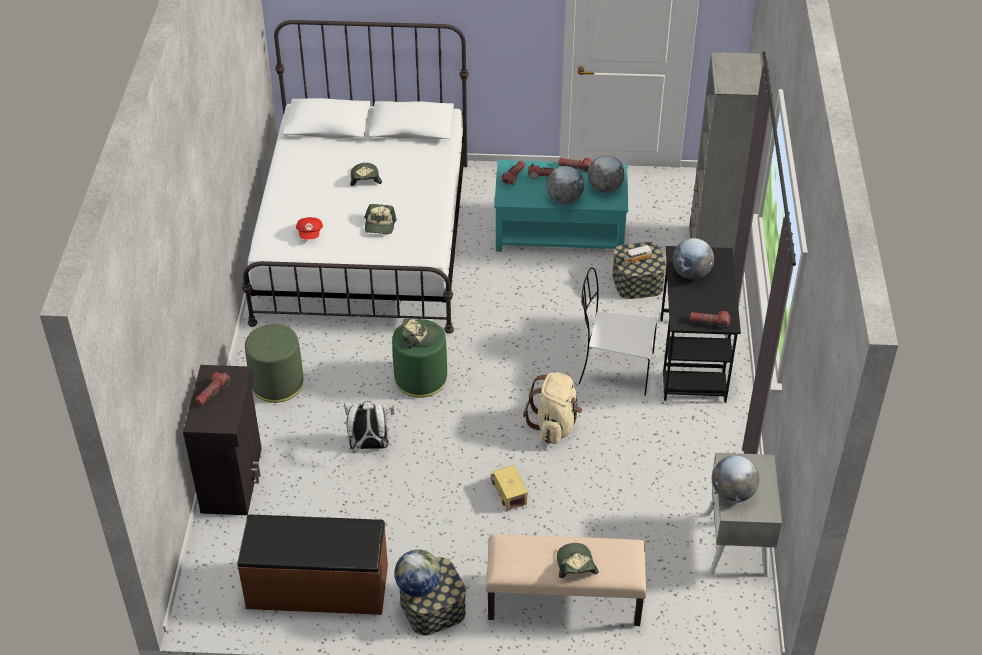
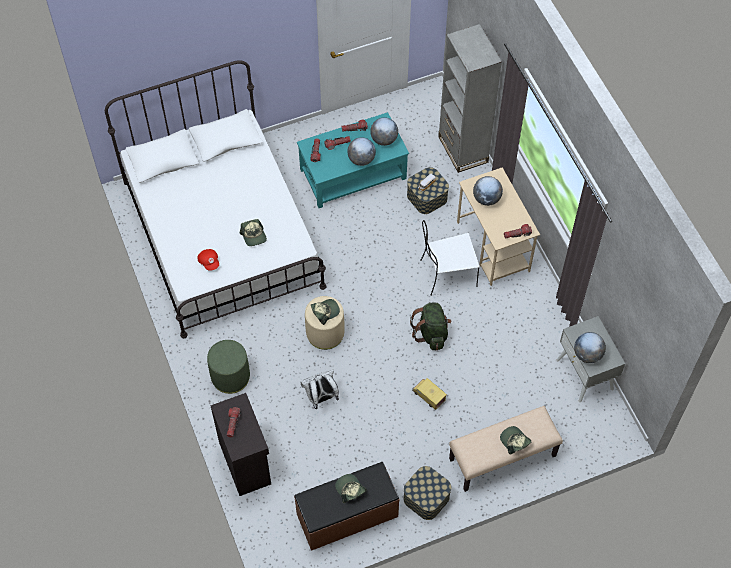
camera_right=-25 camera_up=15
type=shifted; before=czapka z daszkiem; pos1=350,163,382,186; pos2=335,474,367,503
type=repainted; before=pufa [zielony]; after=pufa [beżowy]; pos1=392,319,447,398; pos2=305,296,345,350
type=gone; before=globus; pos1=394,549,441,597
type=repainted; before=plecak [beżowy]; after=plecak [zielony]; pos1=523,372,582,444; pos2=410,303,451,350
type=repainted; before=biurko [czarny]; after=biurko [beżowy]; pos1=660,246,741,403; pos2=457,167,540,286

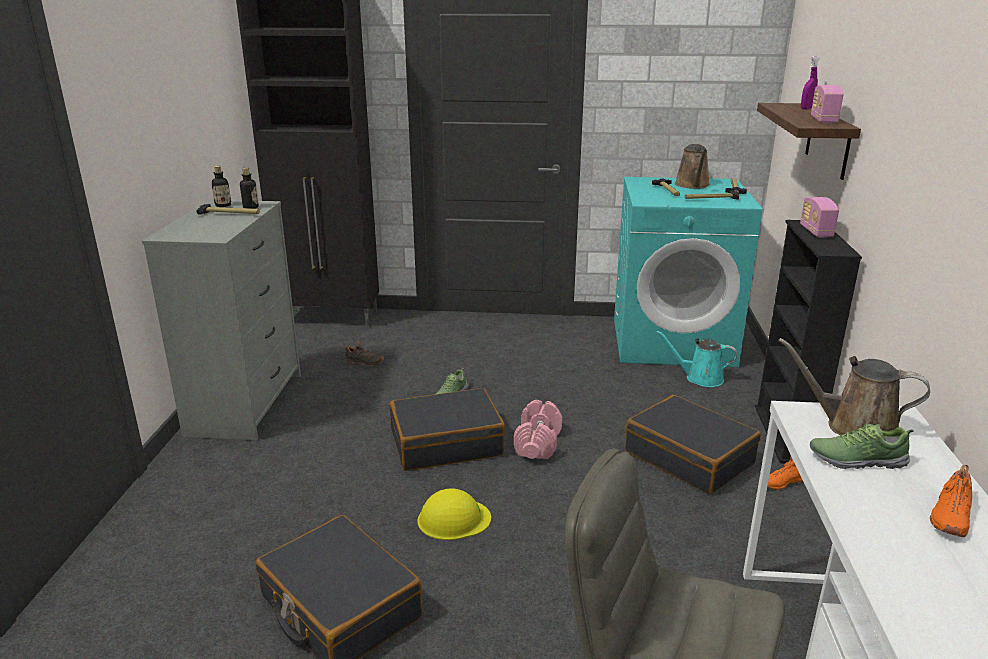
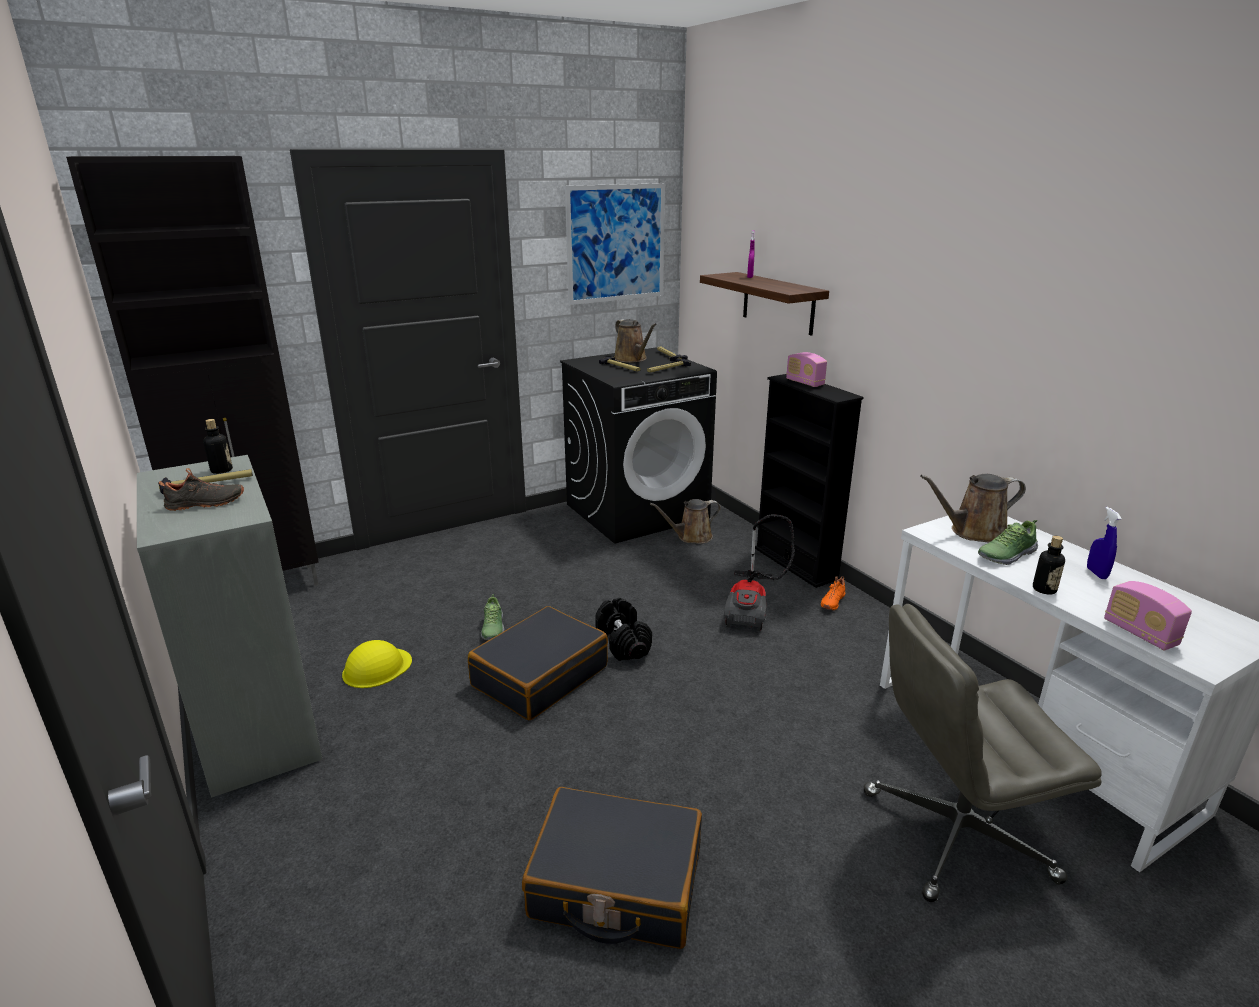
camera_right=-35 camera_up=0
type=shifted; before=butelka; pos1=212,166,231,207; pos2=1033,536,1065,595
type=shifted; before=but [czarny]; pos1=344,341,384,366; pos2=158,468,244,511
type=shifted; before=kask [żółty]; pos1=418,488,491,540; pos2=342,640,412,688
type=repainted; before=hantel [różowy]; after=hantel [czarny]; pos1=514,400,562,459; pos2=595,598,652,661
type=repainted; before=pralka [turkusowy]; after=pralka [czarny]; pos1=614,177,763,367; pos2=560,347,717,544
type=swapped; before=walizka [czarny]; after=odkurzacz; pos1=625,395,761,494; pos2=724,514,795,631
type=repainted; before=konewka [turkusowy]; after=konewka [brązowy]; pos1=657,330,737,387; pos2=650,499,721,544
type=shifted; before=radio; pos1=811,85,844,124; pos2=1104,581,1192,650
type=swapped; before=but [pomarańczowy]; after=spryskiwacz [niebieski]; pos1=930,465,972,537; pos2=1087,507,1122,579
type=new; after=obraz; pos2=565,183,665,305

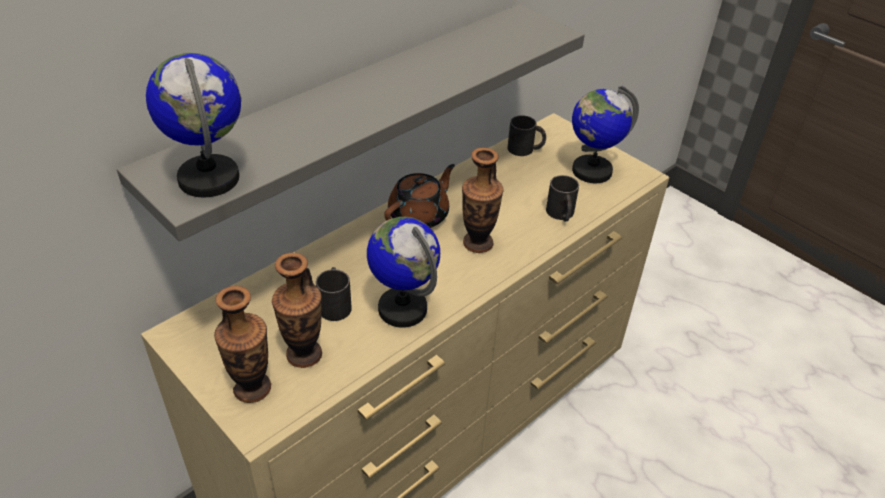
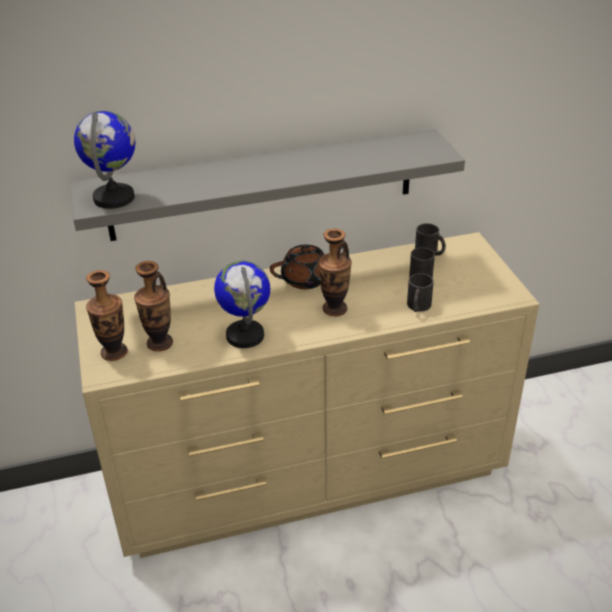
camera_right=30 camera_up=-5
type=shifted; before=kubek [czarny]; pos1=316,267,352,321; pos2=409,247,435,278
type=gone; before=globus; pos1=572,86,639,183

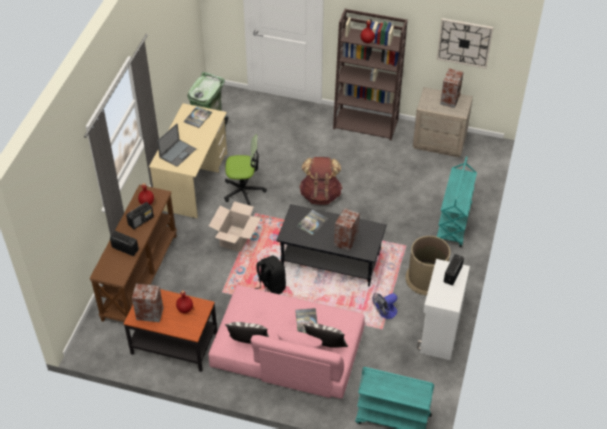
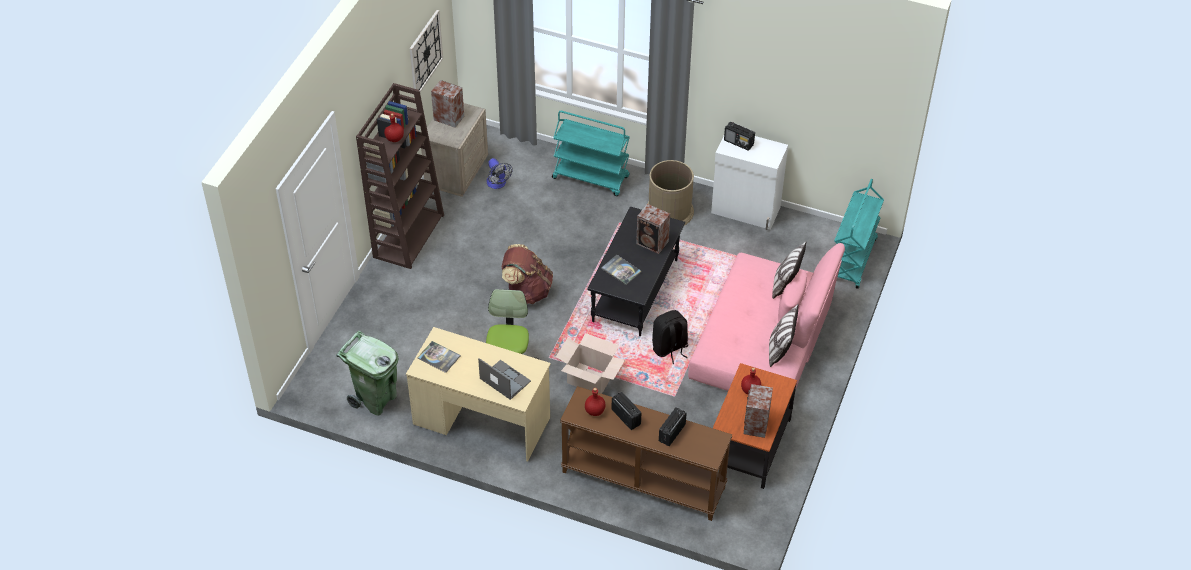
camera_right=-85 camera_up=0
type=gone; before=książka; pos1=295,308,318,333
type=shifted; before=wentylator; pos1=373,293,397,319; pos2=487,158,513,189

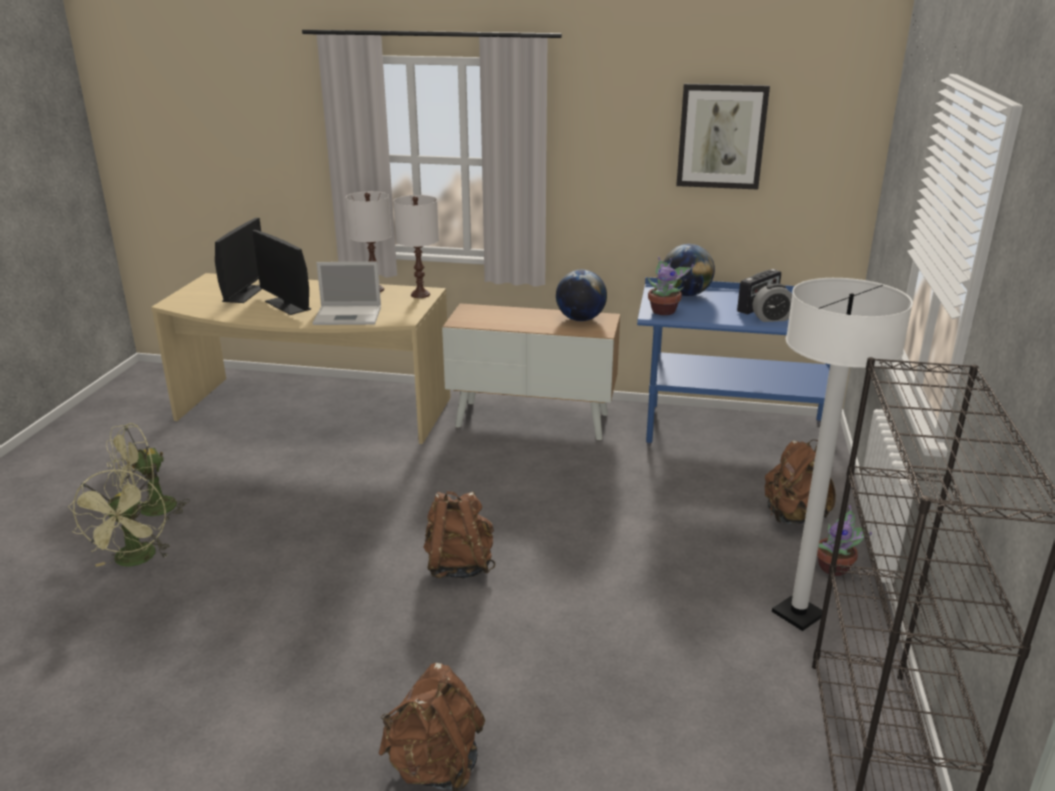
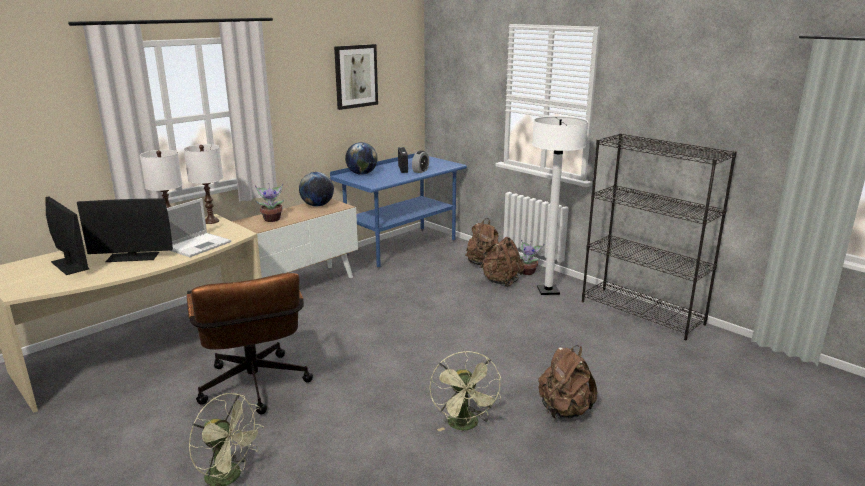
camera_right=-55 camera_up=-5
type=shifted; before=wentylator [zielony]; pos1=106,423,190,521; pos2=429,351,501,431
type=shifted; before=plecak [brązowy]; pos1=423,491,495,579; pos2=480,237,524,287
type=shifted; before=roślina doniczkowa; pos1=648,256,693,315; pos2=255,184,285,222
type=new; after=krzesło biurowe [brązowy]; pos2=187,273,313,414

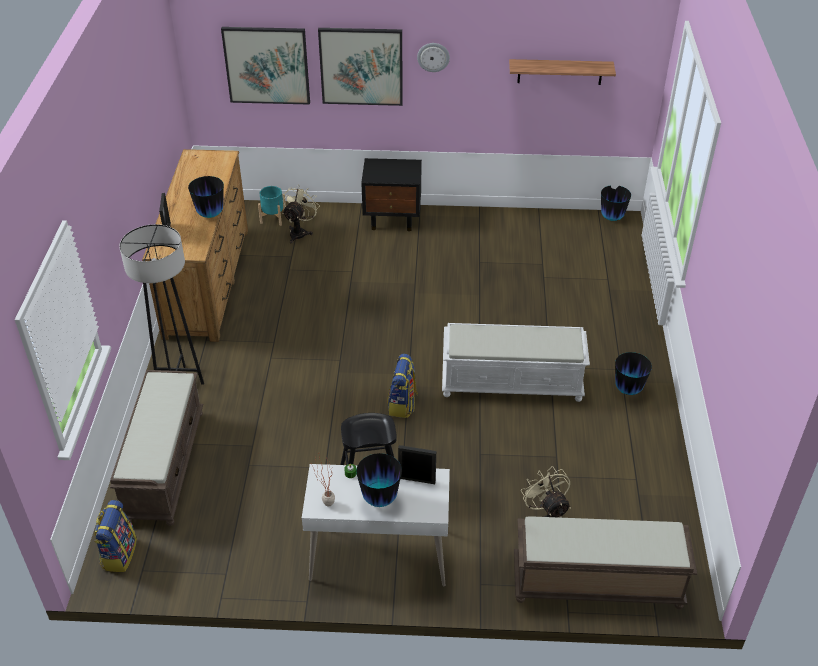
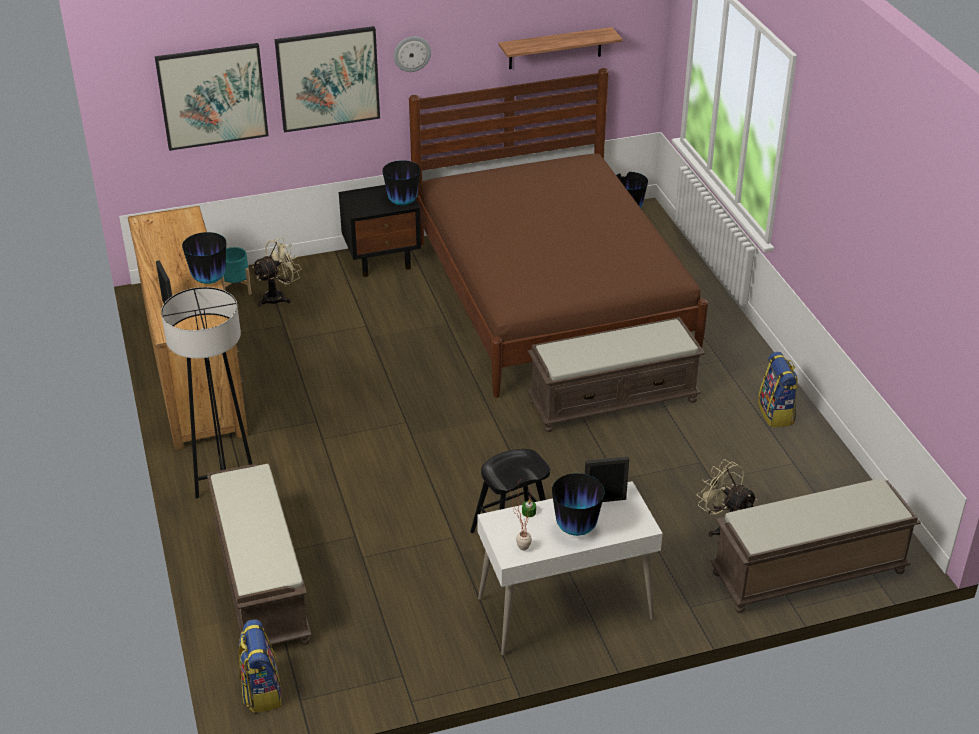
camera_right=-20 camera_up=-5
type=rotated; before=wentylator [beżowy]; pos1=283,185,320,244; pos2=252,238,300,307; turn=45
type=shifted; before=plecak; pos1=387,354,418,418; pos2=758,352,798,428
type=repainted; before=ławka [biały]; after=ławka [brązowy]; pos1=442,323,590,402; pos2=527,317,705,432
type=shifted; before=wazon; pos1=615,352,652,395; pos2=382,160,421,205
type=new; after=łóżko [brązowy]; pos2=409,68,708,398

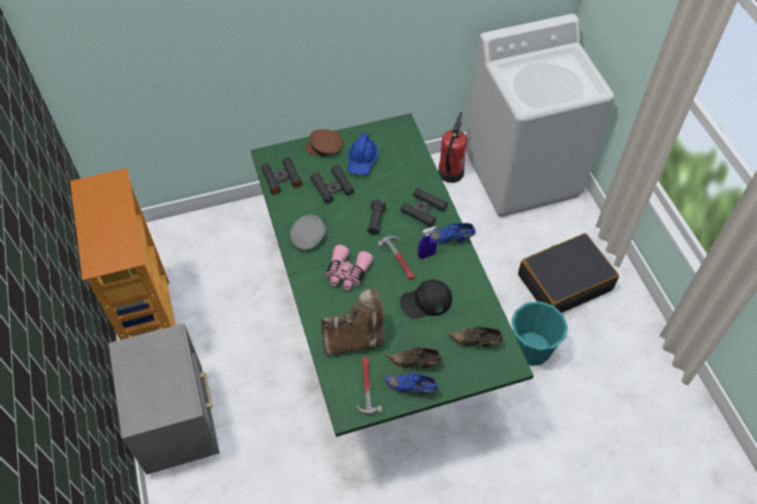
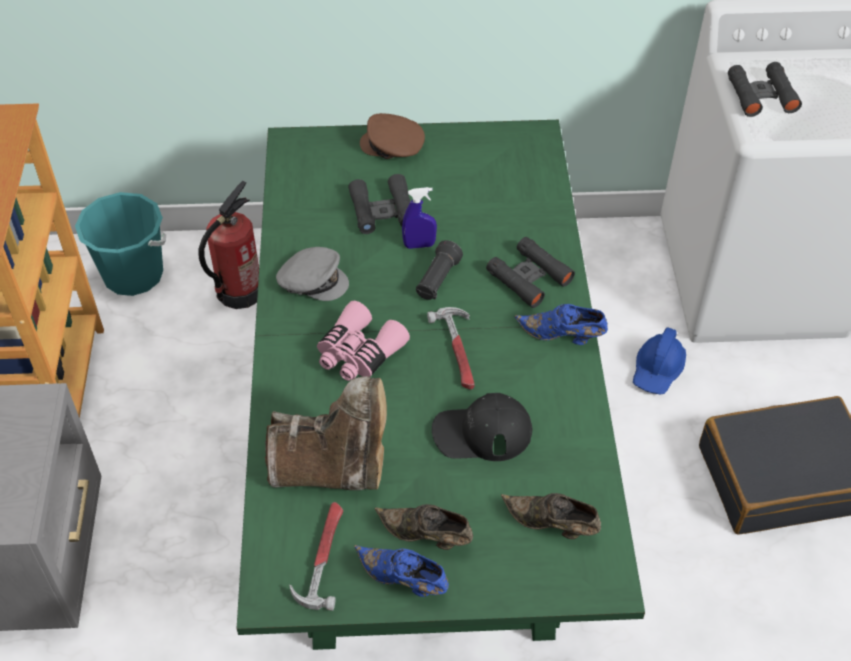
camera_right=15 camera_up=-5
type=shifted; before=lornetka [czarny]; pos1=261,157,302,195; pos2=728,62,802,117
type=rotated; before=czapka z daszkiem [szary]; pos1=290,215,327,250; pos2=276,247,349,301; turn=60
type=shifted; before=kask [niebieski]; pos1=348,133,378,175; pos2=633,327,686,394
type=shifted; before=spryskiwacz [niebieski]; pos1=418,226,437,259; pos2=402,187,437,249
type=shifted; before=gaśnica; pos1=438,112,467,183; pos2=198,181,259,309
type=shifted; before=wiadro [turkusowy]; pos1=511,301,568,366; pos2=75,192,166,296

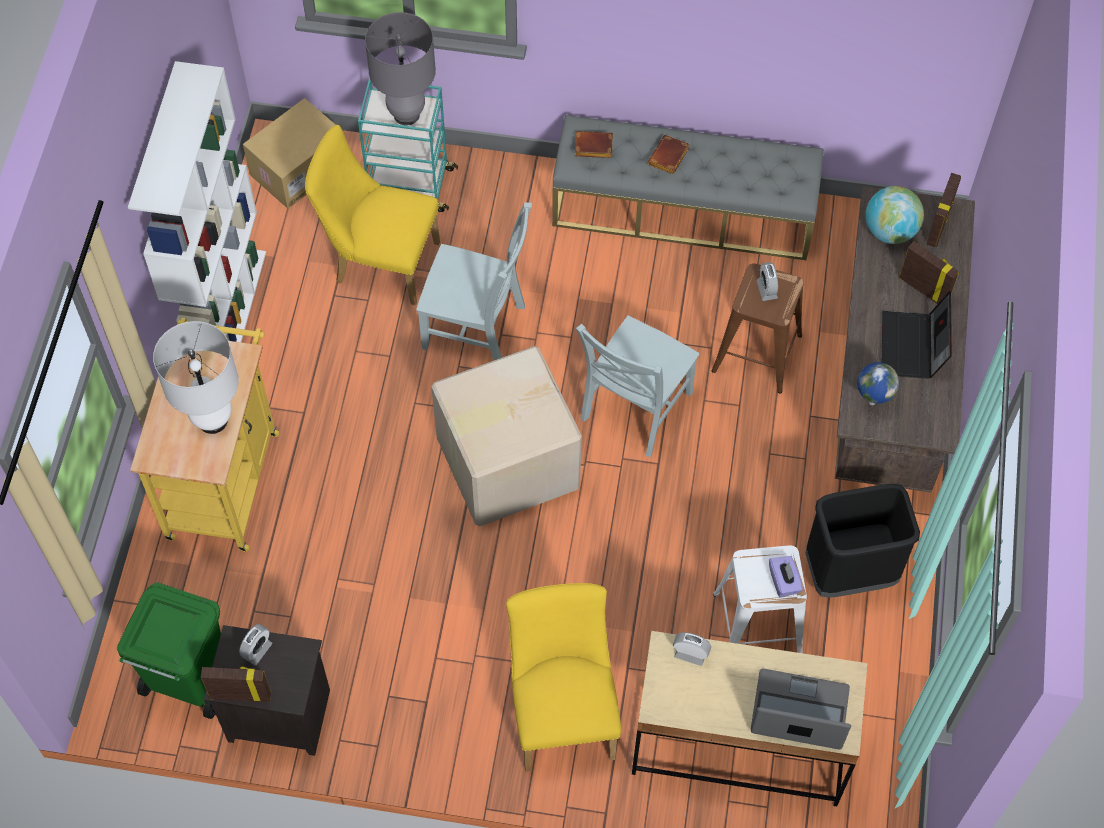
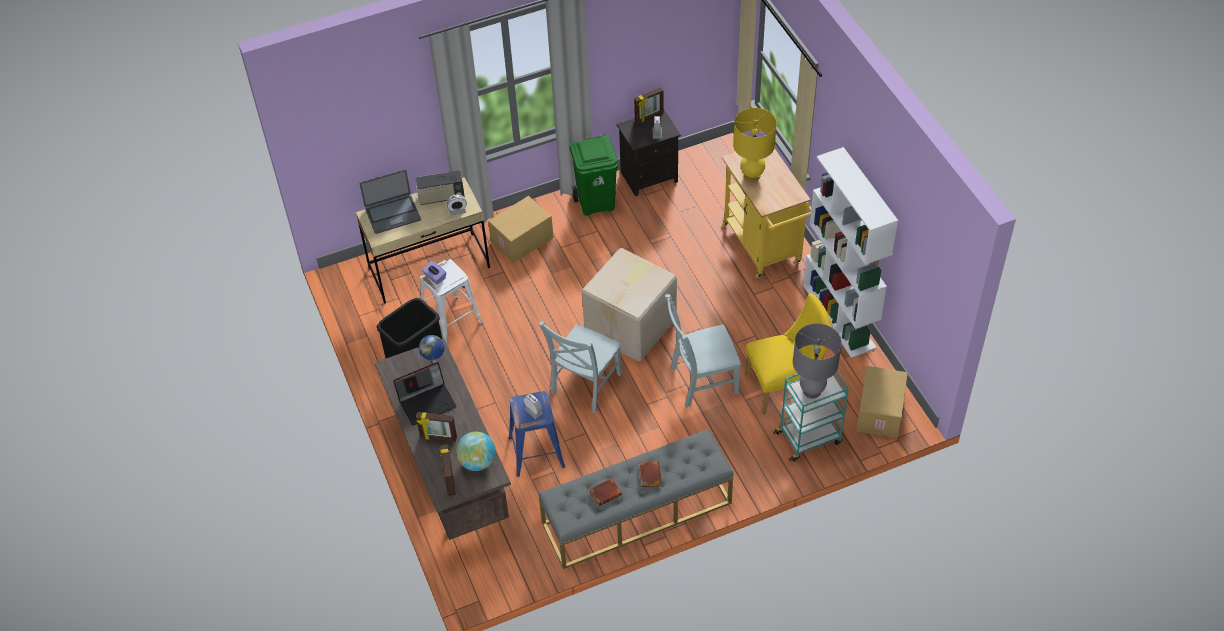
camera_right=150 camera_up=-10
type=shifted; before=kosz na śmieci [zielony]; pos1=117,583,221,719; pos2=570,134,618,216
type=repainted; before=lampa stołowa [biały]; after=lampa stołowa [żółty]; pos1=153,321,239,434; pos2=733,108,777,182
type=swapped; before=krzesło [żółty]; after=karton; pos1=506,583,621,772; pos2=488,196,553,263
type=shifted; before=książka [brązowy]; pos1=575,131,613,158; pos2=589,478,622,506
type=rotated; before=krzesło [szary]; pos1=576,316,700,457; pos2=539,321,622,413; turn=-150
type=repainted; before=stołek [brązowy]; after=stołek [niebieski]; pos1=712,263,804,393; pos2=509,391,565,477
type=rotated; before=laptop; pos1=882,291,952,379; pos2=393,362,456,425; turn=90
type=new; after=radio; pos2=416,170,465,205

